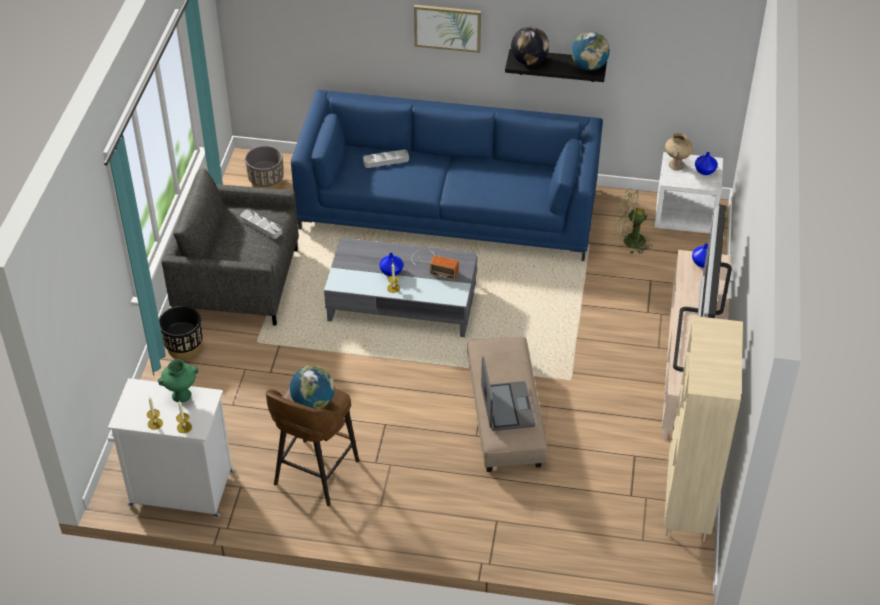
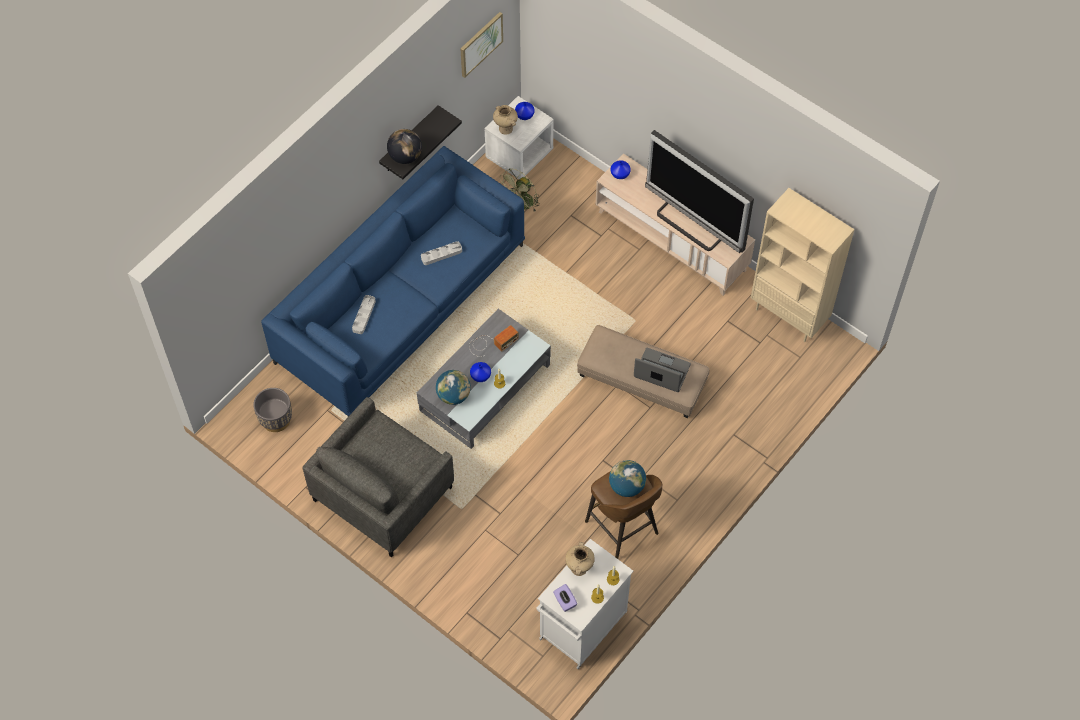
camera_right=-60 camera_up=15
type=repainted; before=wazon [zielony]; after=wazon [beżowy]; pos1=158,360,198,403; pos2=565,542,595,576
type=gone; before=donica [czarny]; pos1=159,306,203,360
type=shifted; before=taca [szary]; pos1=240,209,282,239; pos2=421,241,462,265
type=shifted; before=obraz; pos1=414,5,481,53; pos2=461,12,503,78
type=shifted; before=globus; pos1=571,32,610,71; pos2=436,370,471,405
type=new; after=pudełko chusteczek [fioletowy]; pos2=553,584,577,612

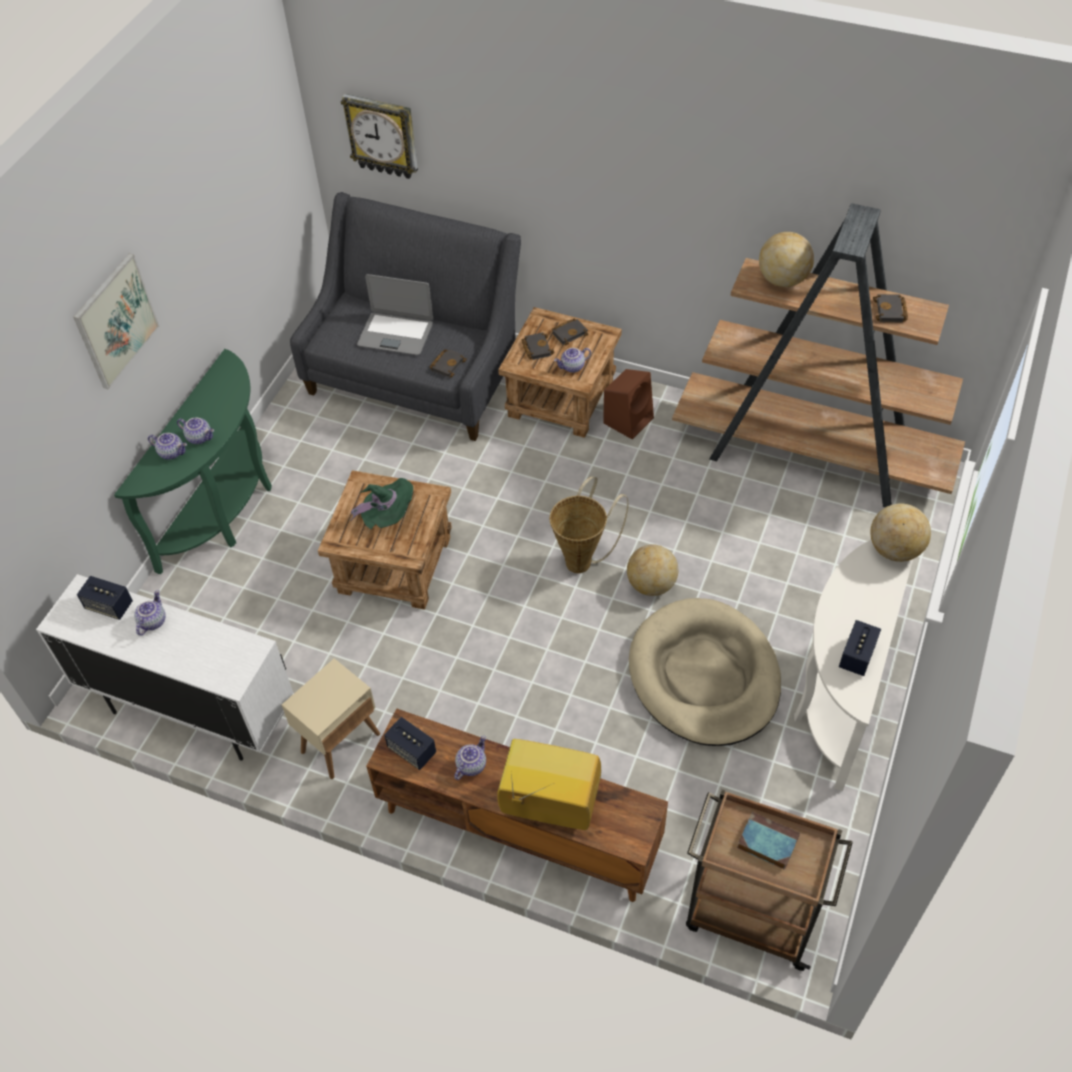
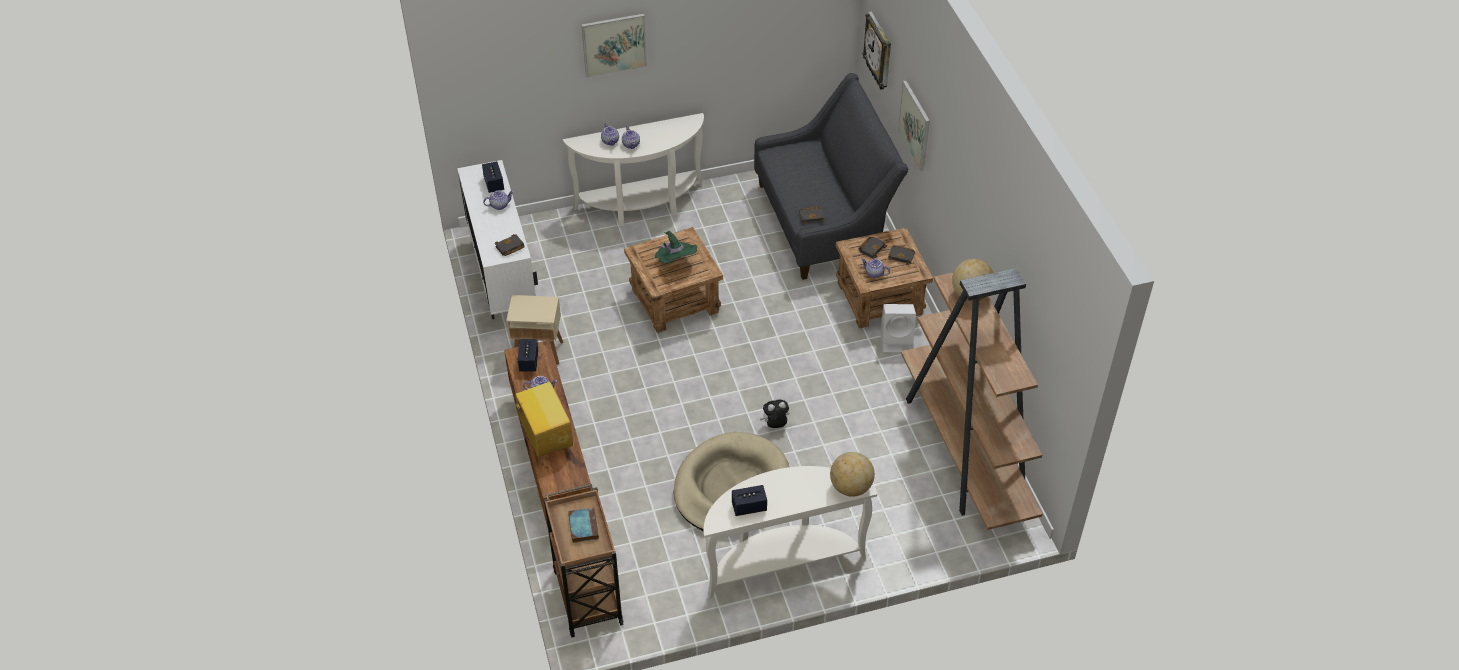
camera_right=50 camera_up=-5
type=repainted; before=stolik konsolowy [zielony]; after=stolik konsolowy [biały]; pos1=114,349,272,574; pos2=563,113,704,226
type=gone; before=laptop; pos1=357,274,433,355
type=gone; before=koszyk; pos1=550,476,628,573
type=repainted; before=głośnik [brązowy]; after=głośnik [biały]; pos1=603,369,654,440; pos2=881,304,916,352
type=swapped; before=globus; after=pluszak; pos1=627,544,678,596; pos2=760,400,789,428
type=shifted; before=książka [czarny]; pos1=873,294,908,323; pos2=495,234,525,256
type=new; after=obraz; pos2=898,80,930,171

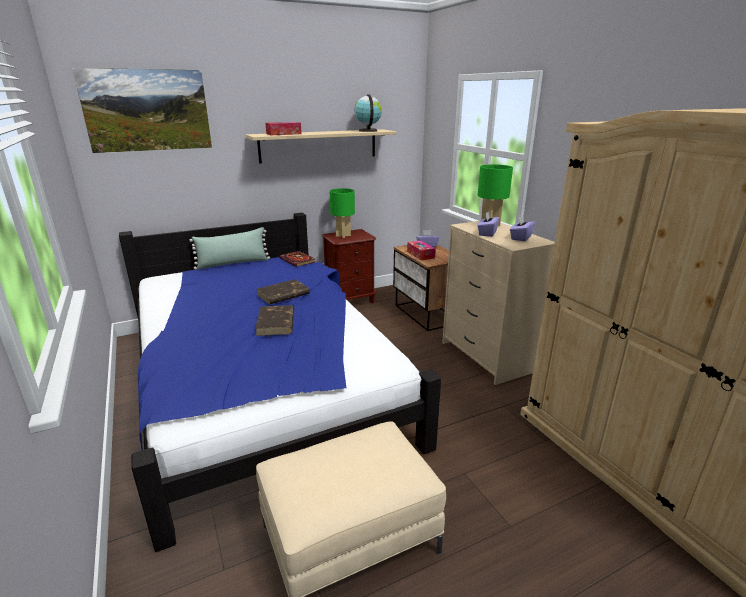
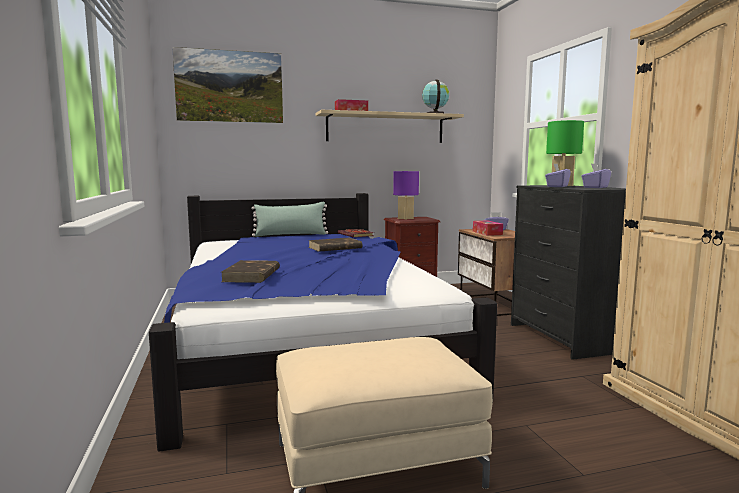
camera_right=10 camera_up=-15
type=shifted; before=książka [brązowy]; pos1=255,305,294,336; pos2=220,260,280,283
type=repainted; before=lampa stołowa [zielony]; after=lampa stołowa [fioletowy]; pos1=330,188,355,238; pos2=393,171,419,220
type=repainted; before=komoda [beżowy]; after=komoda [czarny]; pos1=442,221,555,385; pos2=511,185,626,360

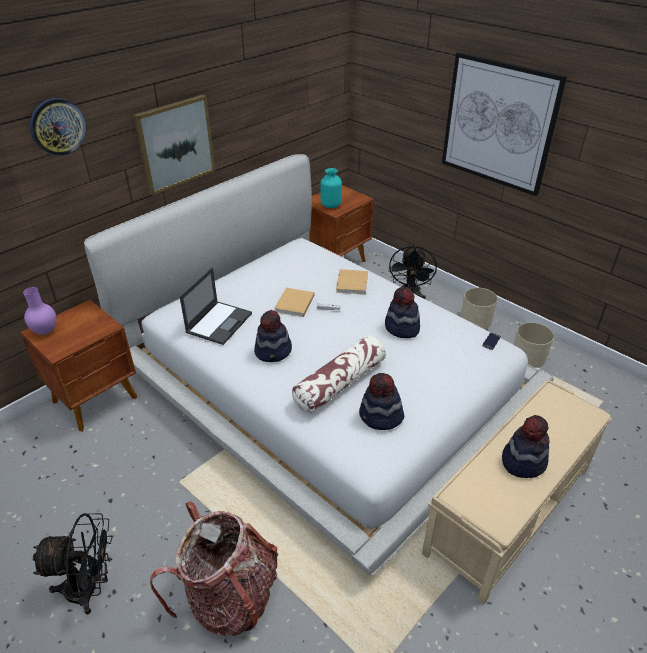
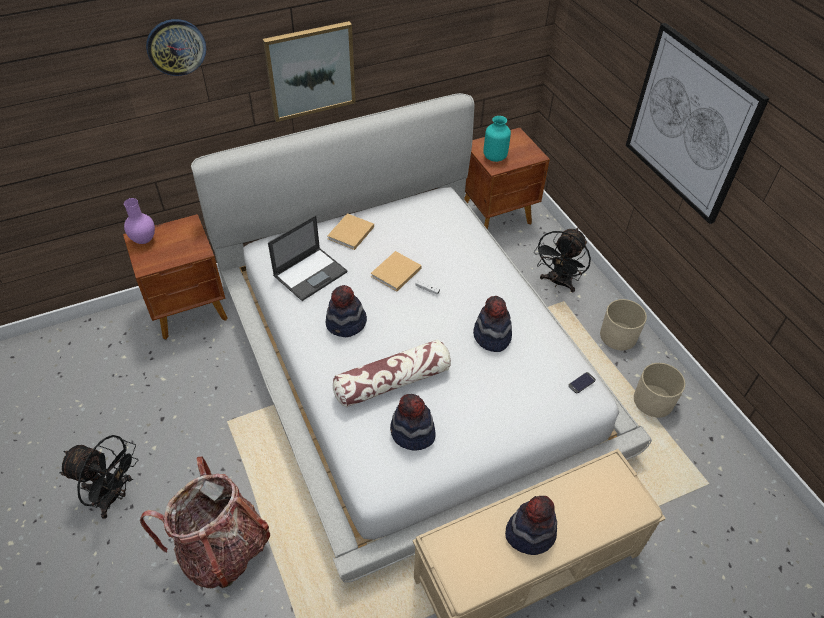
camera_right=20 camera_up=10
type=shifted; before=książka [beżowy]; pos1=336,269,368,294; pos2=327,213,374,250

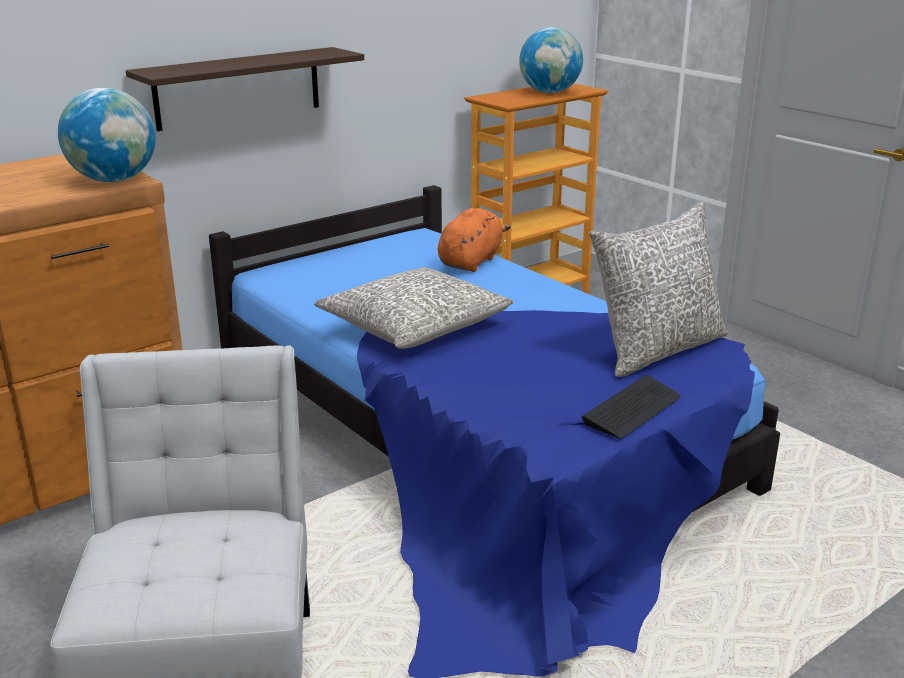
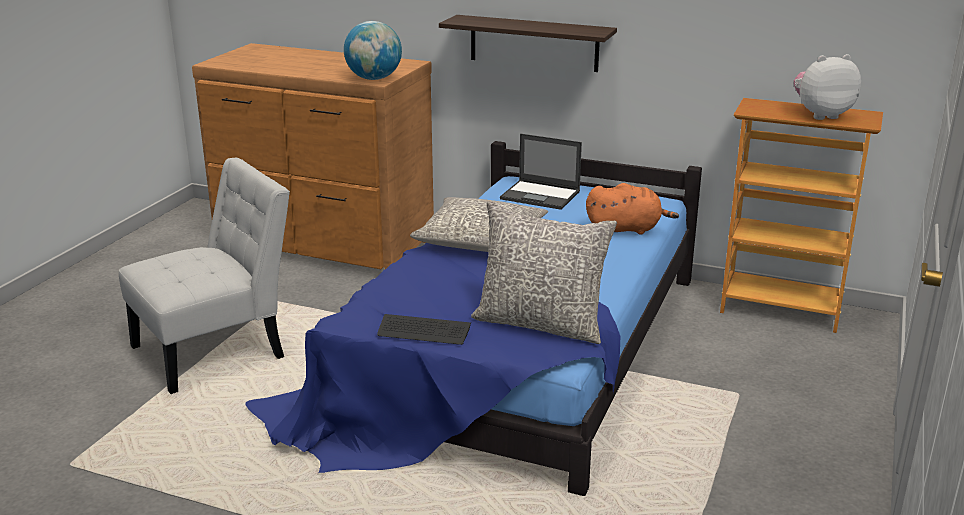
camera_right=60 camera_up=0
type=swapped; before=globus; after=pluszak; pos1=519,27,583,93; pos2=794,54,861,120
type=new; after=laptop; pos2=500,134,582,210

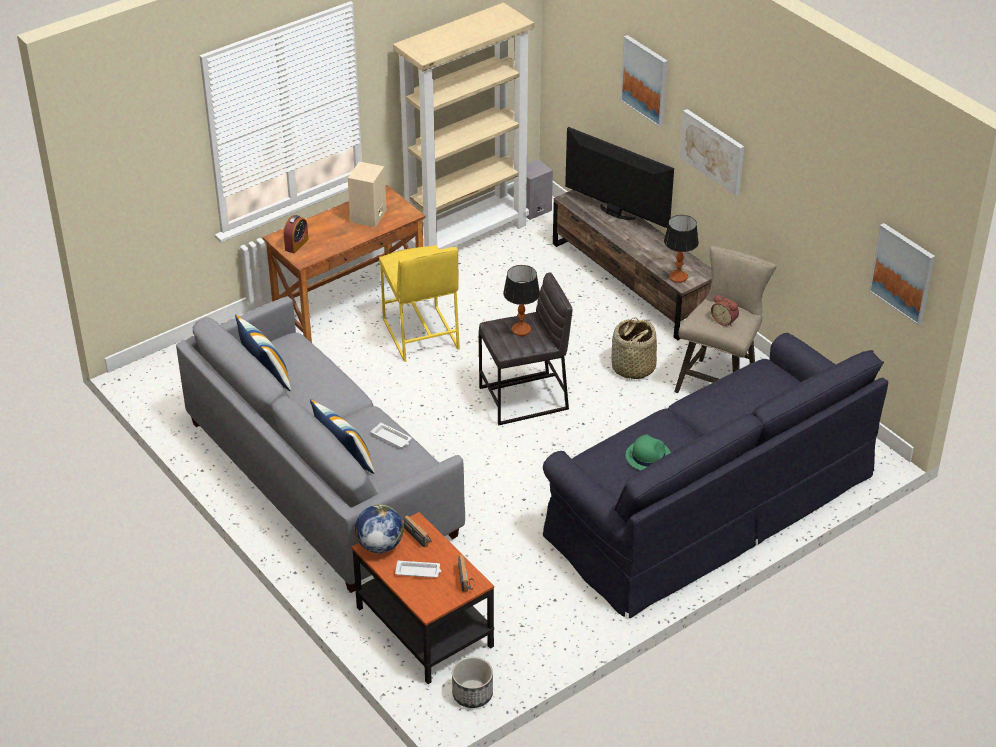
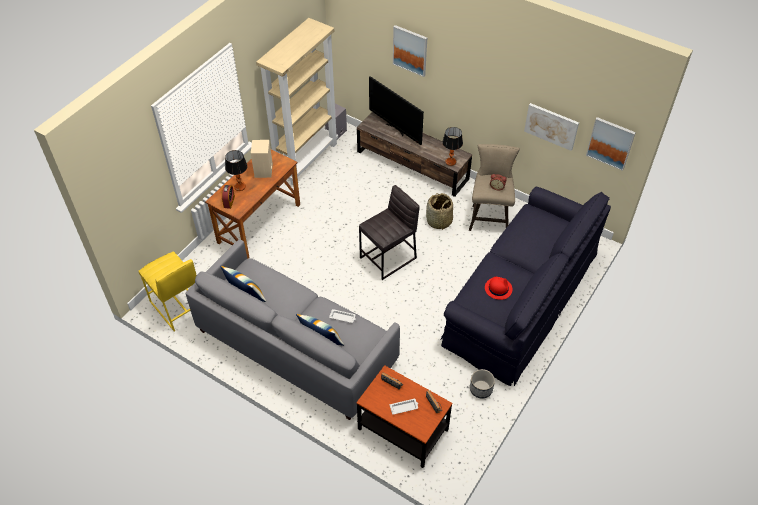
camera_right=-20 camera_up=10
type=gone; before=globus; pos1=355,505,403,553
type=shifted; before=stołek [żółty]; pos1=379,245,460,362; pos2=138,251,197,331
type=shifted; before=donica; pos1=452,657,493,708; pos2=470,369,495,399
type=shifted; before=lampa stołowa; pos1=503,265,540,336; pos2=225,150,247,191
type=rotated; before=telewizor; pos1=565,127,674,228; pos2=369,76,424,145; turn=-150
type=repainted; before=kapelusz [zielony]; after=kapelusz [czerwony]; pos1=626,435,671,470; pos2=485,277,513,300
type=shifted; before=obraz; pos1=680,109,744,196; pos2=524,103,579,151

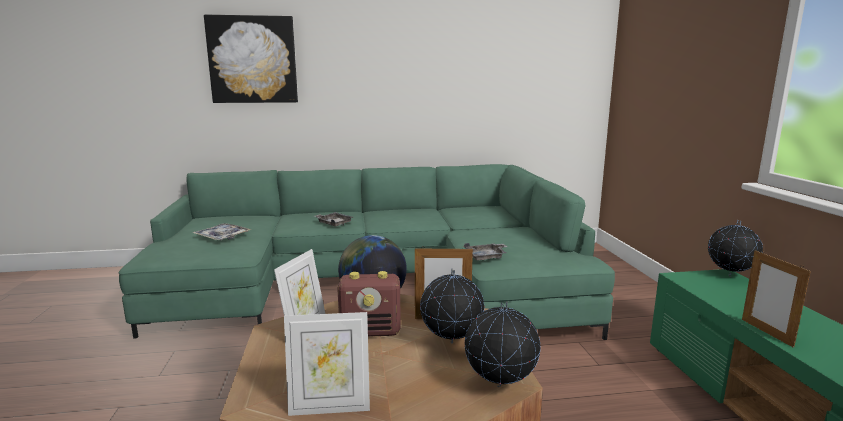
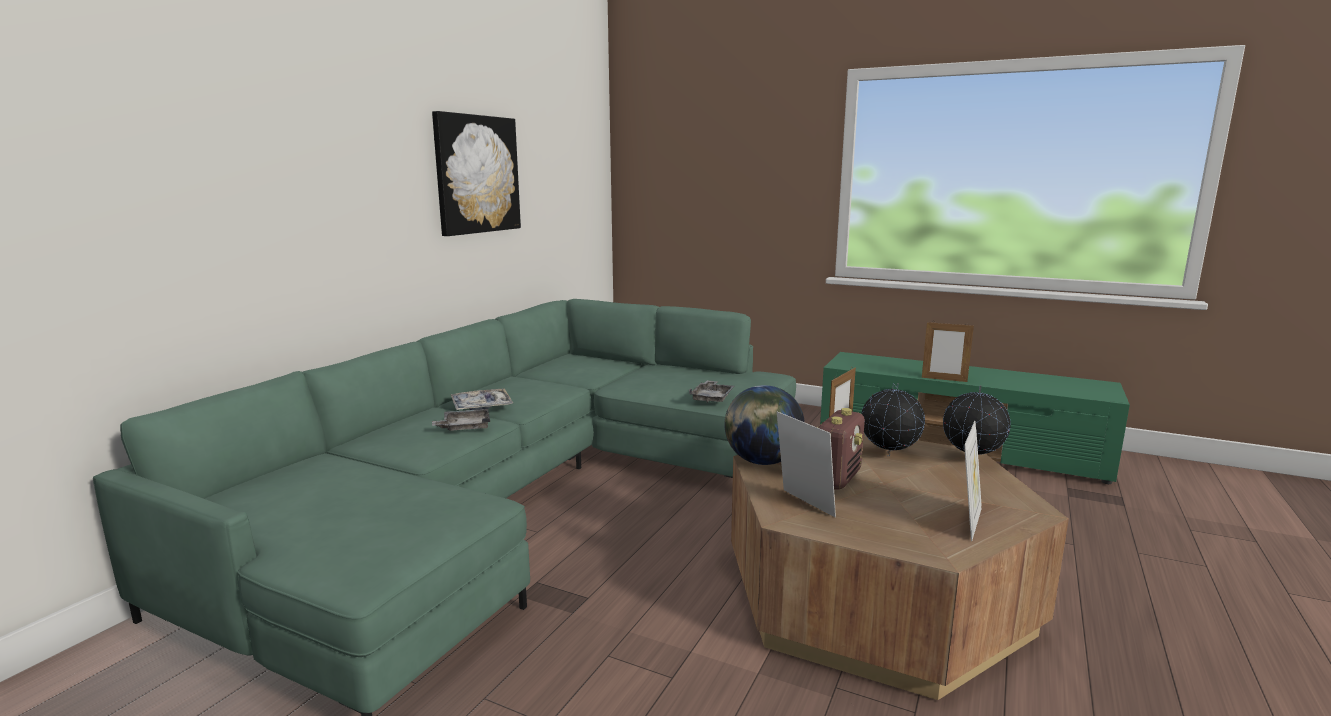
camera_right=-55 camera_up=0
type=shifted; before=taca; pos1=193,223,252,240; pos2=451,389,513,410
type=shifted; before=obraz; pos1=204,15,298,103; pos2=432,111,521,236
type=gone; before=globus; pos1=708,220,763,277

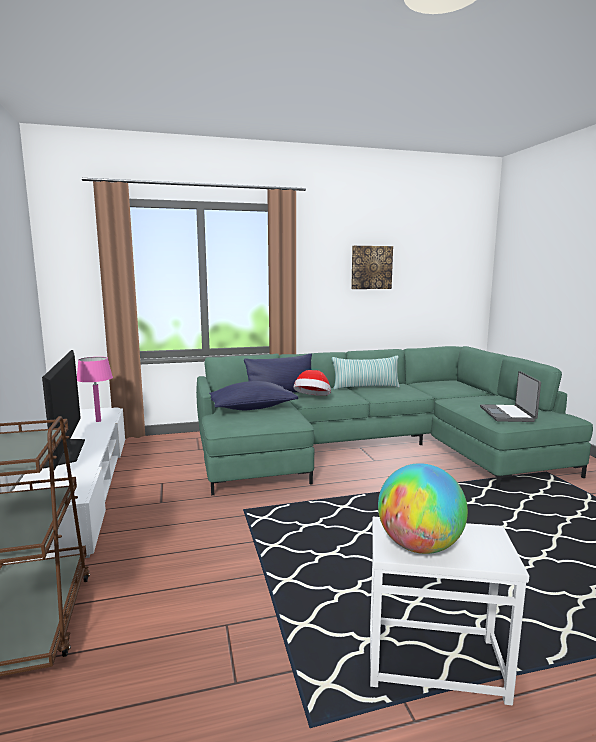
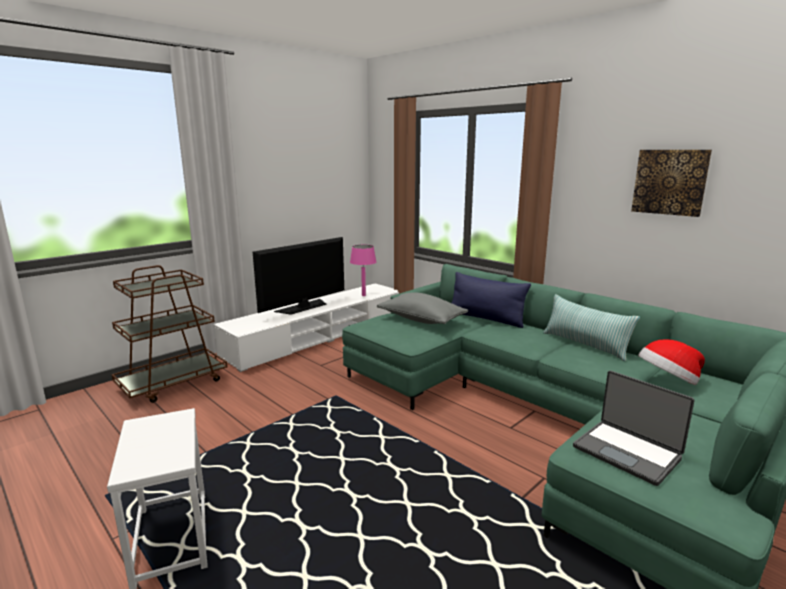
camera_right=60 camera_up=5
type=repainted; before=poduszka [niebieski]; after=poduszka [szary]; pos1=209,381,298,410; pos2=377,292,468,324
type=shifted; before=kapelusz; pos1=294,370,331,396; pos2=638,339,705,385
type=gone; before=globus; pos1=378,463,468,554
type=rotated; before=laptop; pos1=480,371,541,422; pos2=573,371,695,486; turn=-105

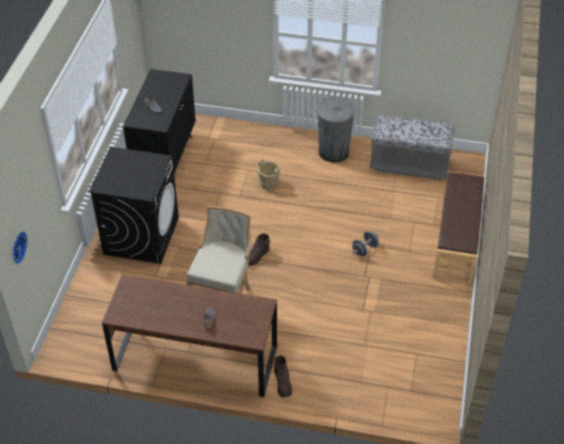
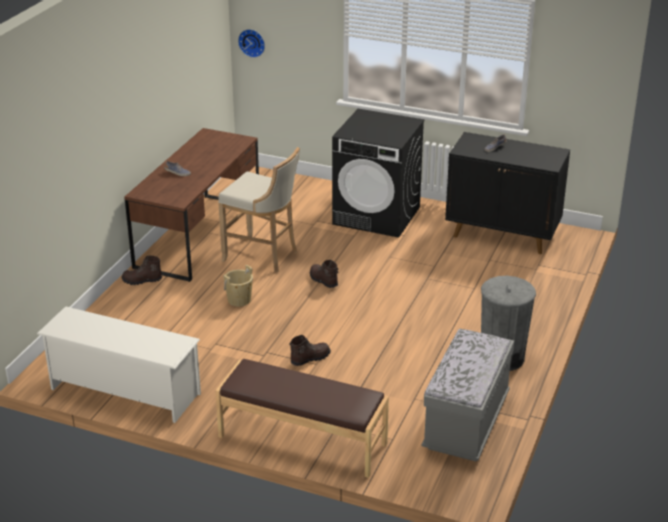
camera_right=100 camera_up=-15
type=shifted; before=wiadro [beżowy]; pos1=258,158,280,190; pos2=223,265,253,307
type=swapped; before=hantel [szary]; after=but z cholewką [brązowy]; pos1=352,231,379,256; pos2=289,335,331,366
type=new; after=regał na buty [biały]; pos2=37,306,201,423

